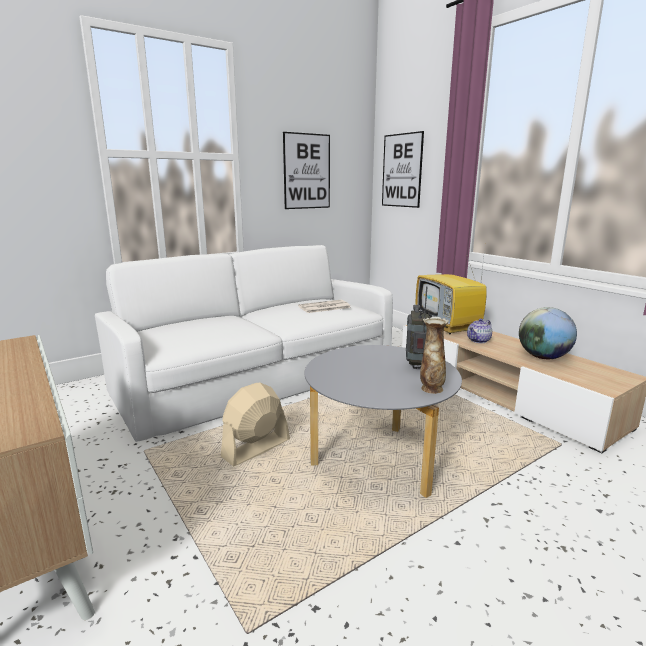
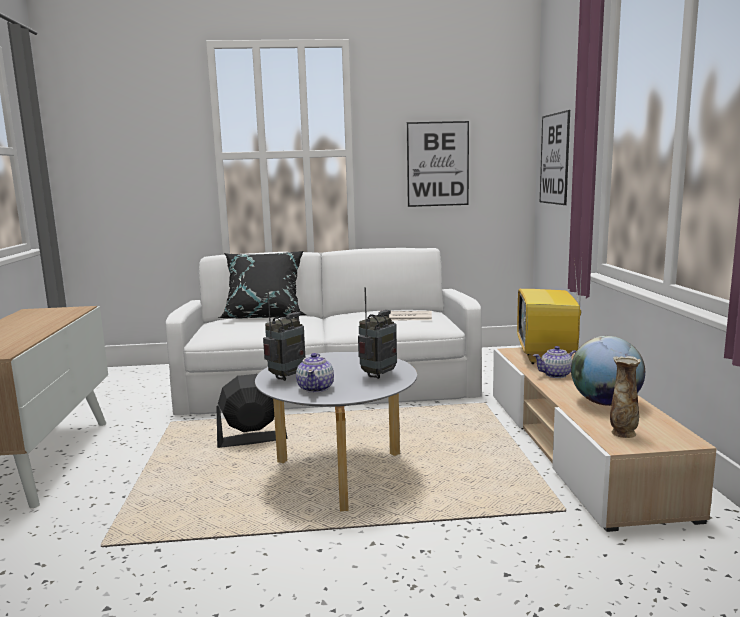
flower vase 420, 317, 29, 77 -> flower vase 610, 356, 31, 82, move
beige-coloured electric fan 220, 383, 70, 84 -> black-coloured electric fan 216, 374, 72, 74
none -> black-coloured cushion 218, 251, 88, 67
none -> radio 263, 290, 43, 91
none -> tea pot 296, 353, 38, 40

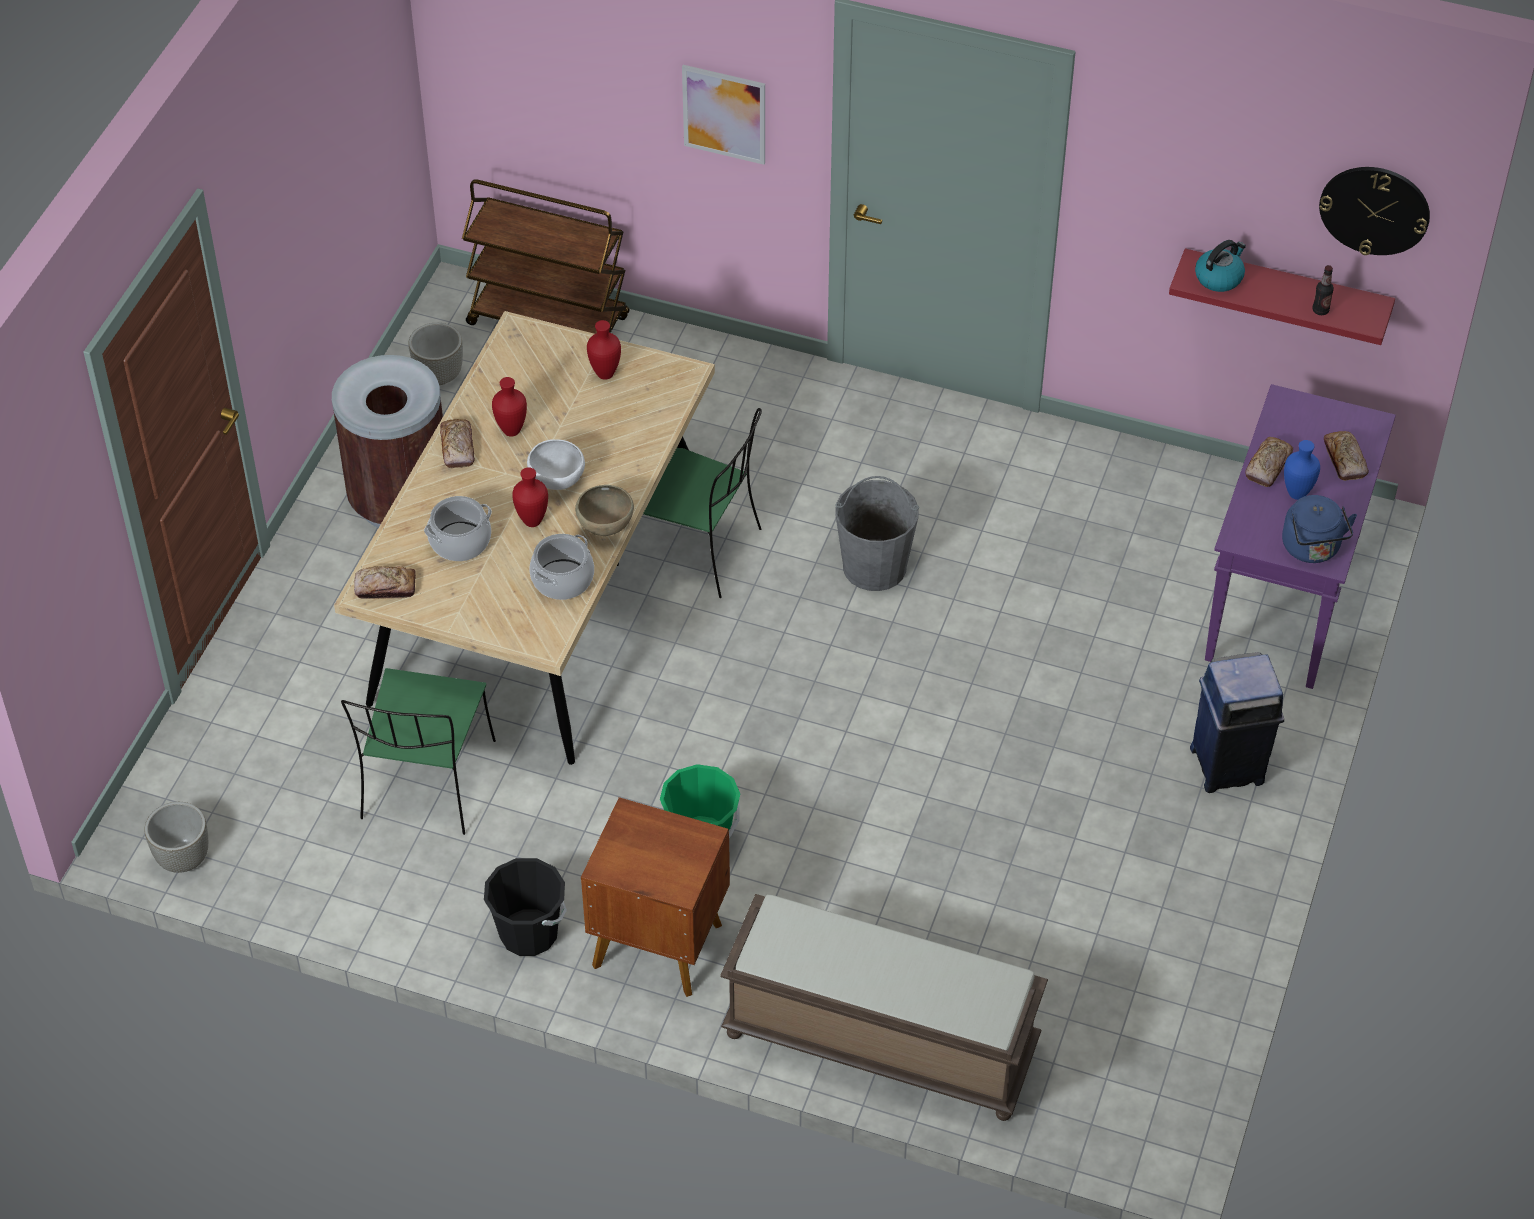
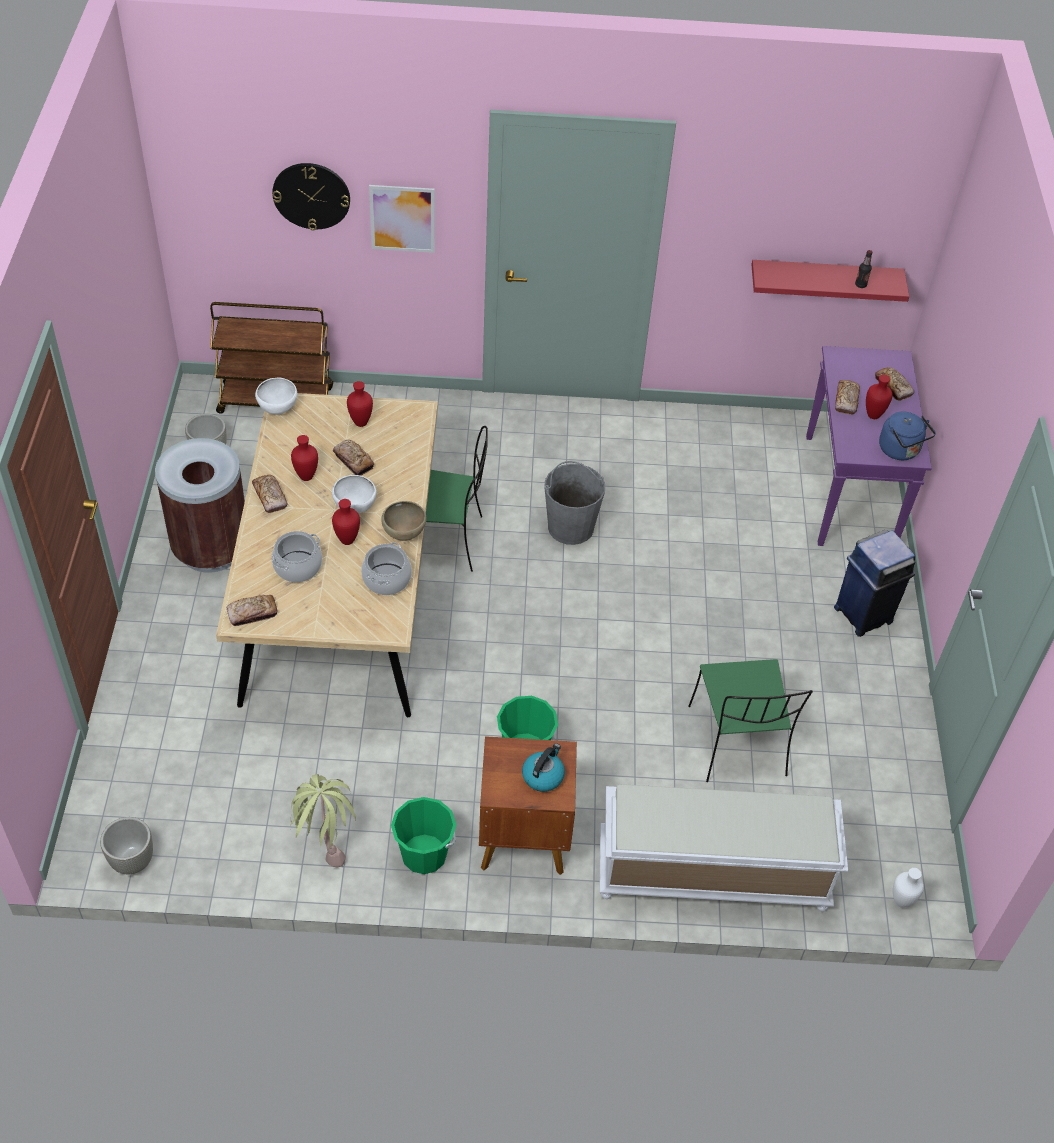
hanging clock 1319, 167, 111, 88 -> hanging clock 272, 163, 78, 67, move
water kettle 1195, 240, 51, 52 -> water kettle 522, 743, 43, 49, move
blue-coloured flower vase 1284, 440, 36, 60 -> red flower vase 866, 375, 27, 44
green chair 341, 668, 155, 167 -> green chair 688, 659, 125, 123, move
black-coloured bucket 484, 858, 83, 98 -> green bucket 391, 797, 65, 77
brown indoor bench 720, 894, 328, 227 -> white indoor bench 599, 784, 249, 128
none -> white bowl 255, 378, 42, 37
none -> bread 333, 440, 41, 36
none -> plant in a pot 290, 774, 66, 93
none -> white flower vase 893, 868, 31, 40

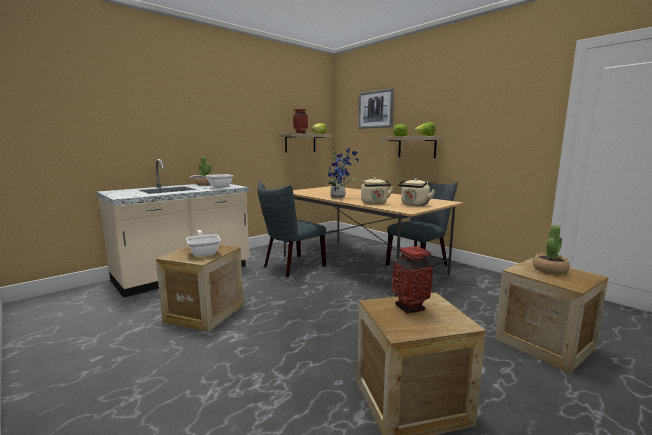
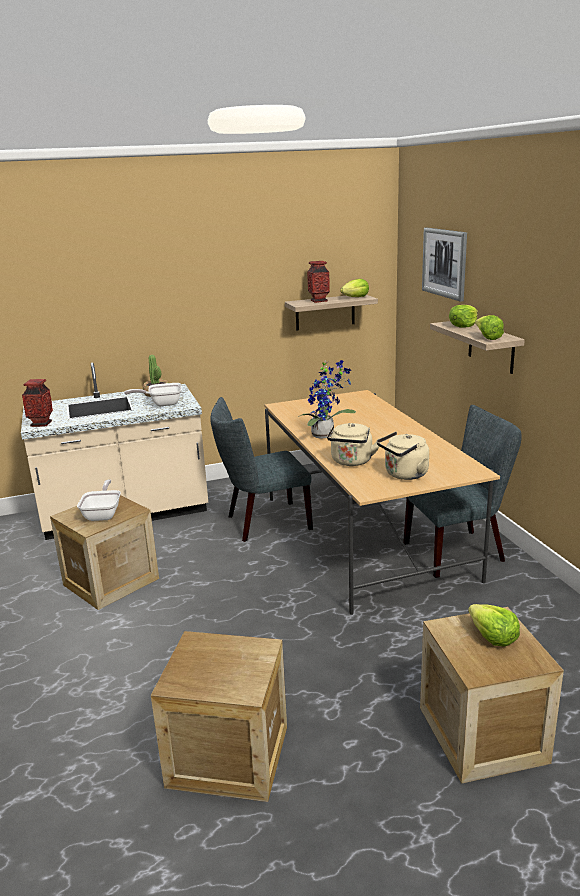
plant in a pot 533, 225, 37, 50 -> lettuce 468, 604, 52, 42
flower vase 392, 246, 41, 68 -> flower vase 22, 379, 31, 48, move

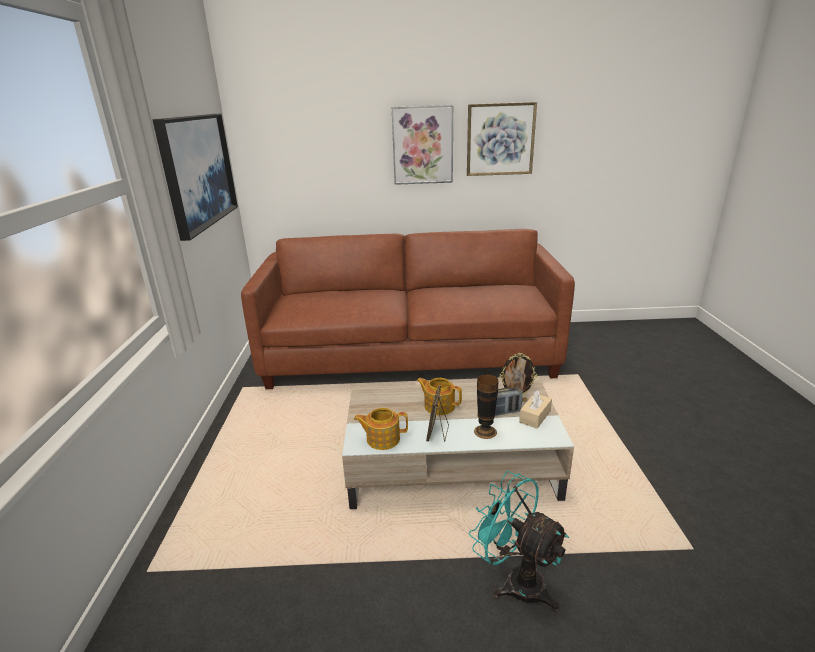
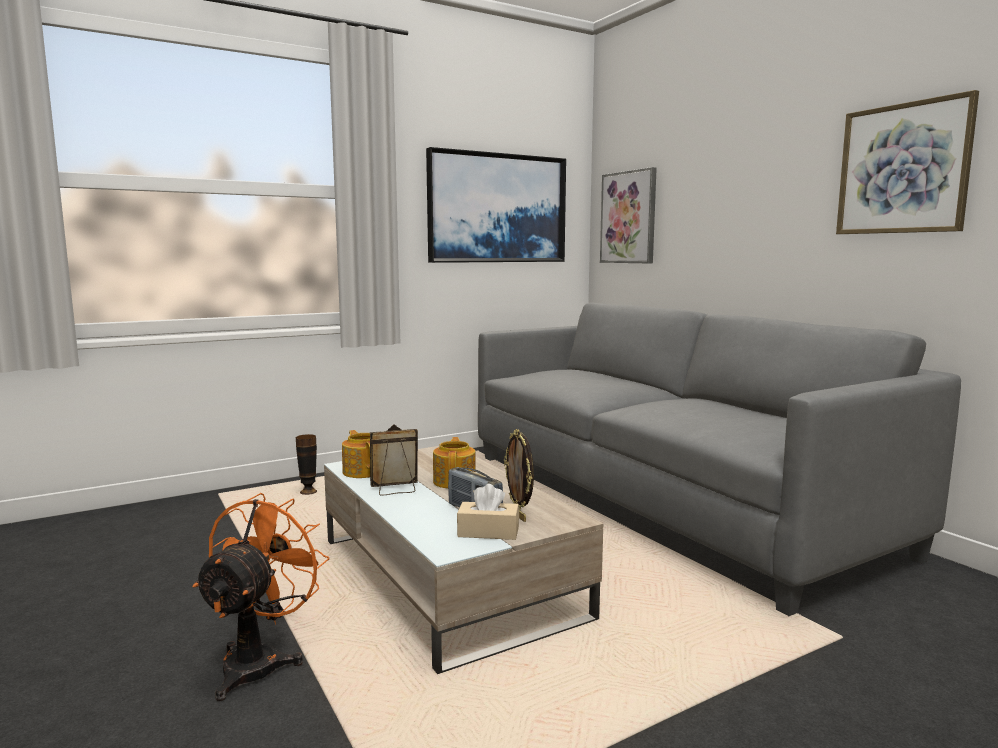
wall art 392, 105, 61, 80 -> wall art 600, 167, 57, 96, move
brown sofa 241, 229, 334, 160 -> gray sofa 478, 303, 483, 313
flower vase 474, 375, 25, 64 -> flower vase 296, 434, 21, 61, move
turquoise-coloured electric fan 469, 471, 100, 141 -> orange-coloured electric fan 193, 493, 137, 208

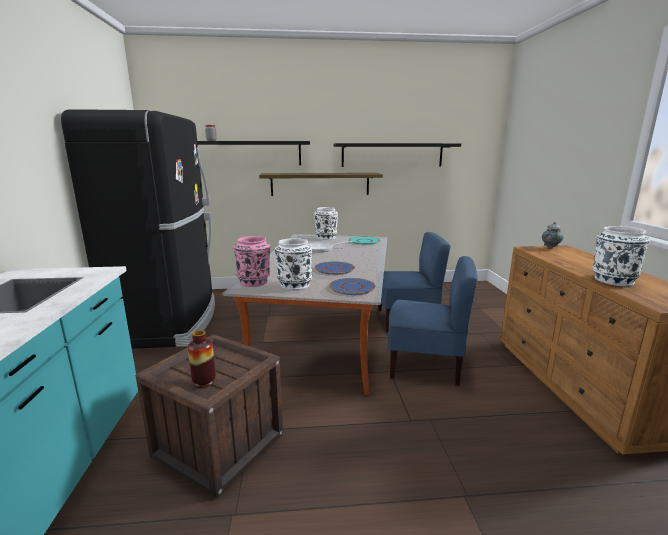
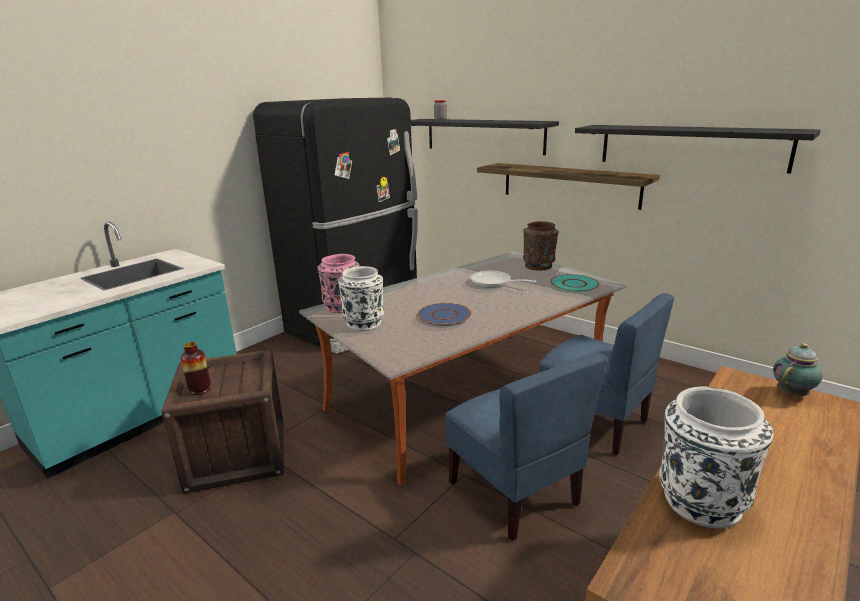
white flower vase 314, 207, 24, 33 -> brown flower vase 523, 221, 36, 50
blue-coloured plate 329, 278, 47, 17 -> none

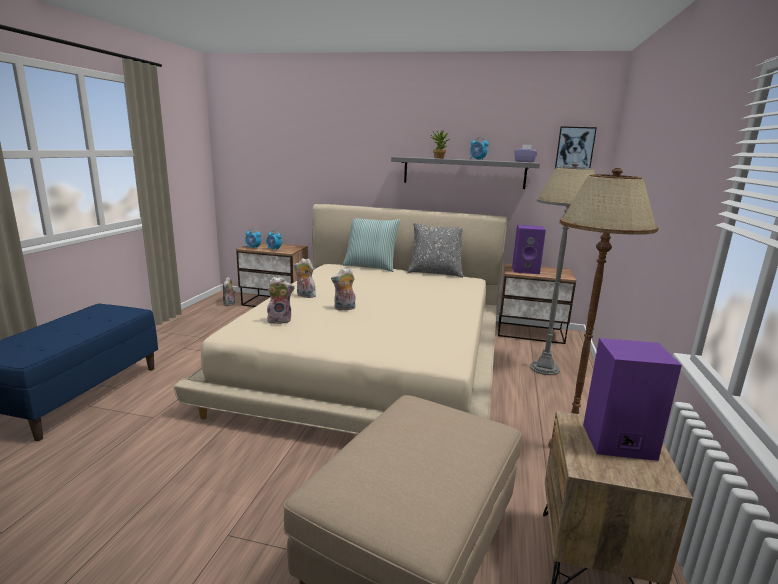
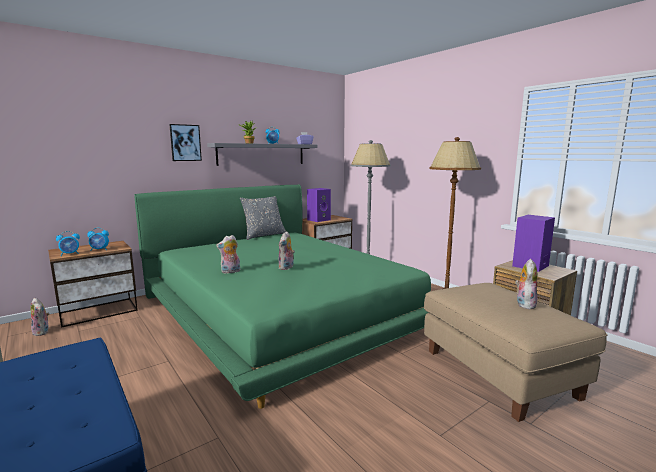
wall art 555, 126, 42, 42 -> wall art 169, 124, 33, 37, move
beige-coloured sleeping bed 174, 204, 333, 231 -> green sleeping bed 134, 184, 297, 225
cushion 343, 218, 58, 54 -> none
cuddly toy 267, 277, 28, 47 -> cuddly toy 515, 259, 22, 50, move

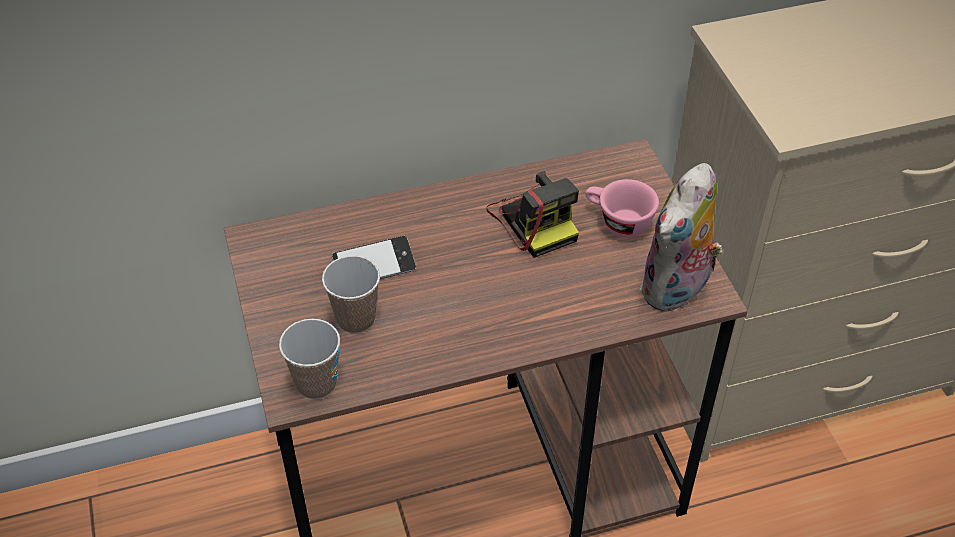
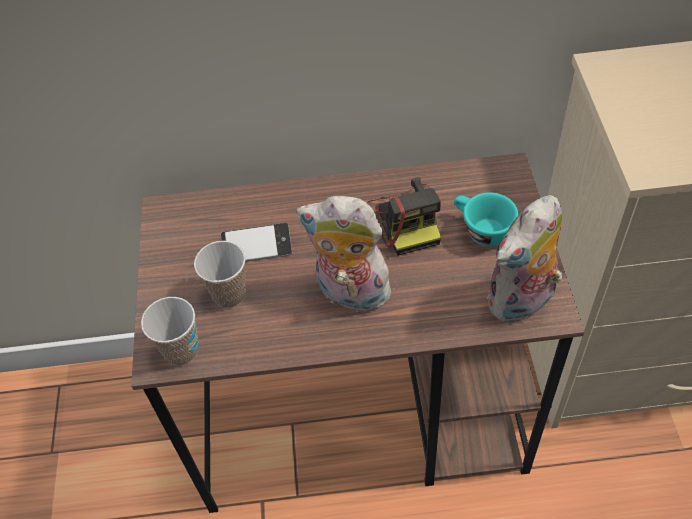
pinkish drinking cup 585, 179, 74, 59 -> turquoise-coloured drinking cup 454, 192, 64, 55
none -> cuddly toy 296, 196, 100, 116

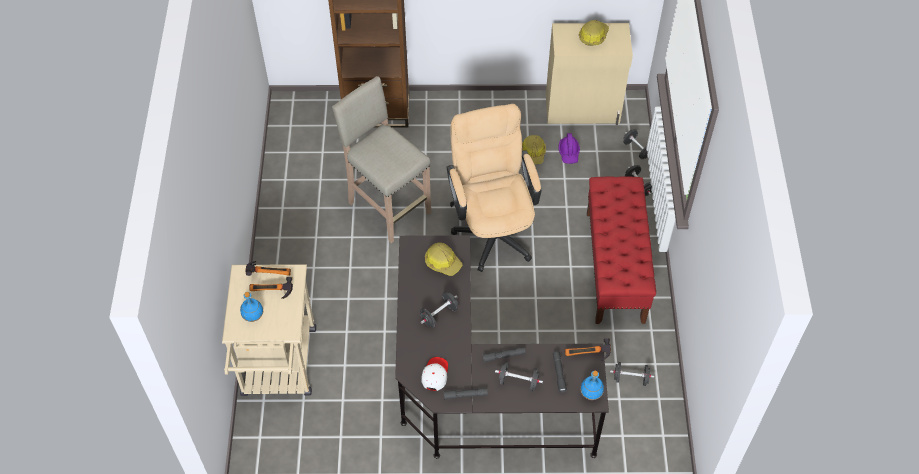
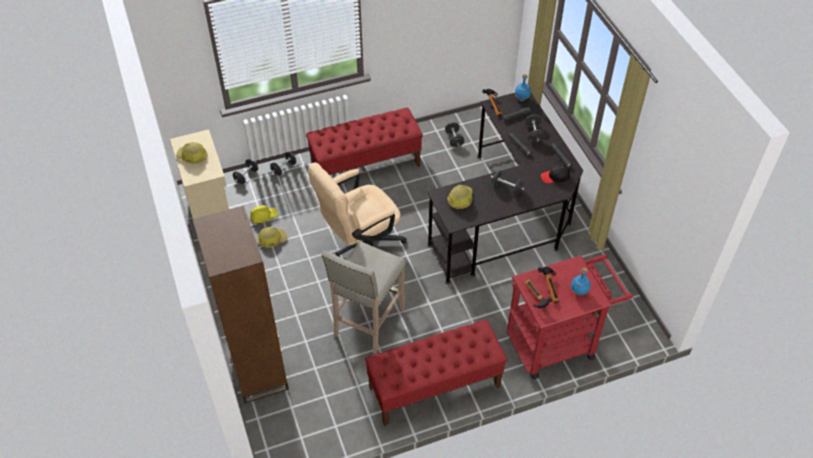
purple-coloured safety helmet 558, 133, 22, 31 -> yellow-coloured safety helmet 250, 205, 28, 19
beige-coloured cart 222, 264, 94, 132 -> red cart 506, 254, 127, 125
white cap 421, 357, 27, 34 -> black-coloured cap 541, 164, 29, 20
none -> red indoor bench 365, 319, 142, 107

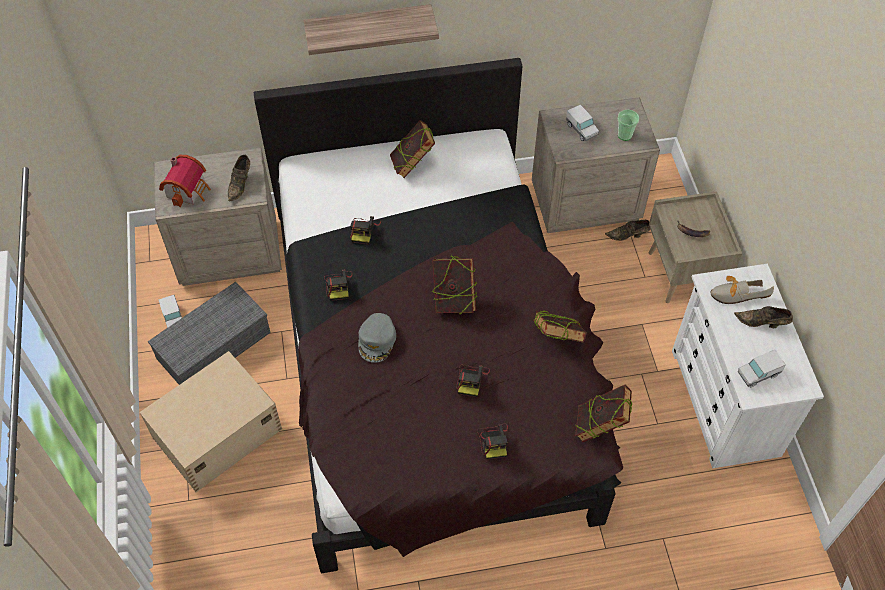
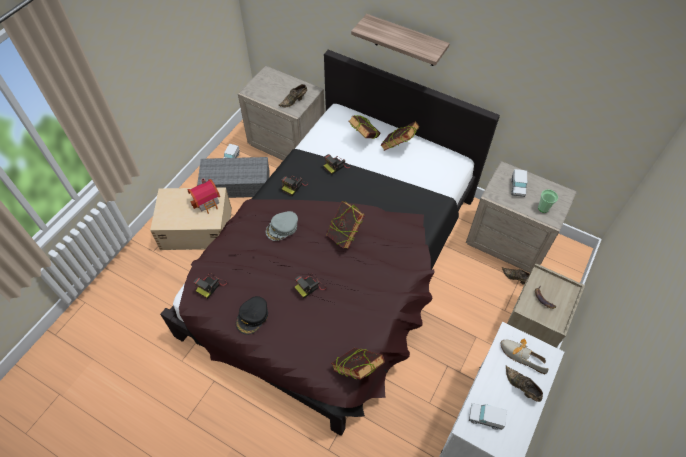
miniature house 159, 155, 52, 52 -> miniature house 187, 178, 33, 36, move
book 533, 311, 53, 32 -> book 348, 115, 33, 24, move
still camera 477, 424, 31, 36 -> still camera 194, 273, 33, 26, move
none -> black-coloured cap 236, 296, 32, 39

